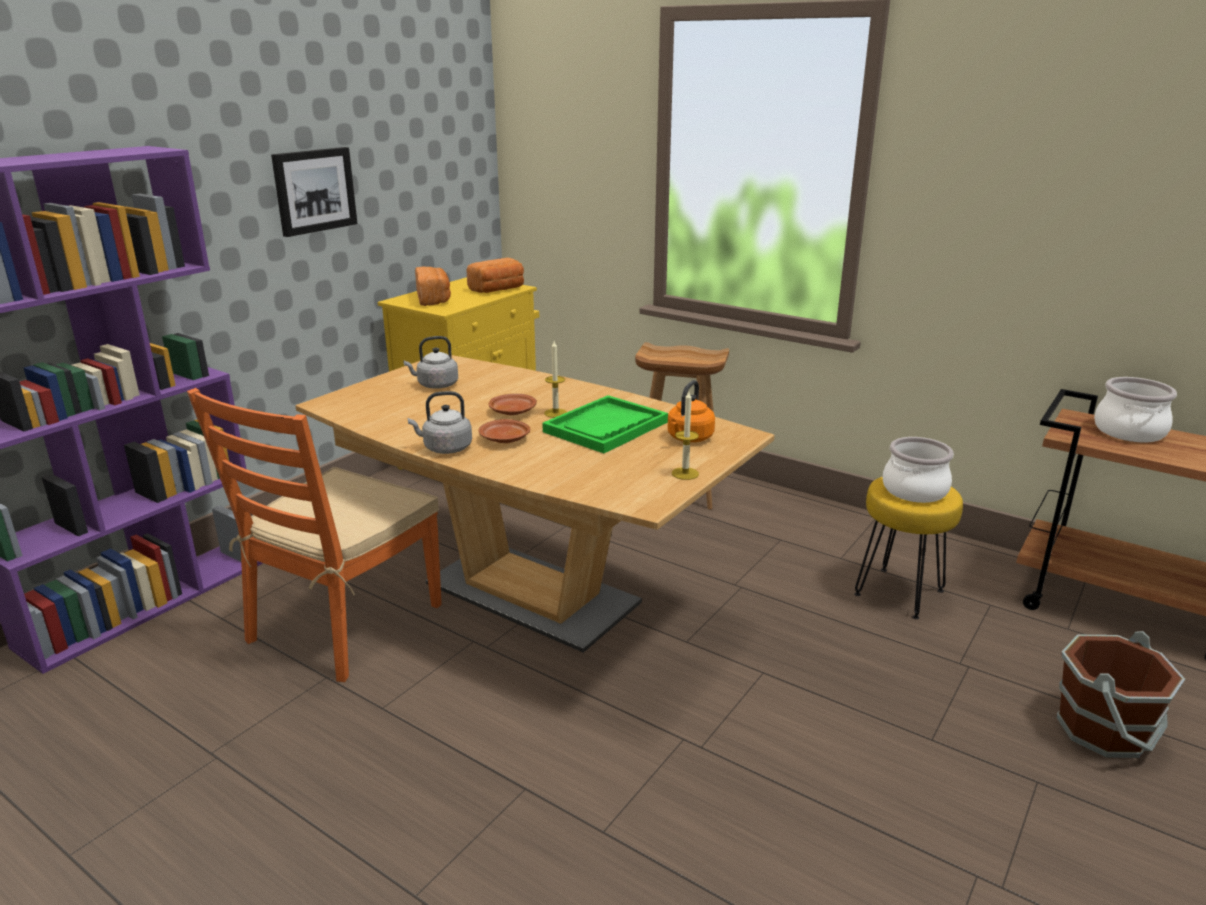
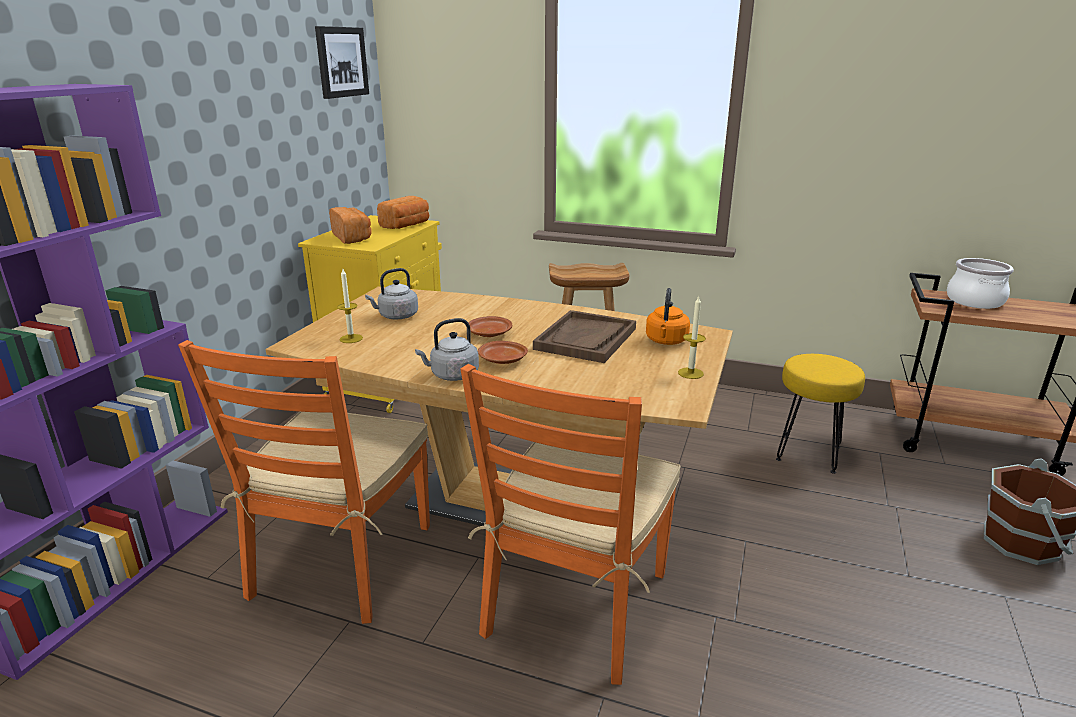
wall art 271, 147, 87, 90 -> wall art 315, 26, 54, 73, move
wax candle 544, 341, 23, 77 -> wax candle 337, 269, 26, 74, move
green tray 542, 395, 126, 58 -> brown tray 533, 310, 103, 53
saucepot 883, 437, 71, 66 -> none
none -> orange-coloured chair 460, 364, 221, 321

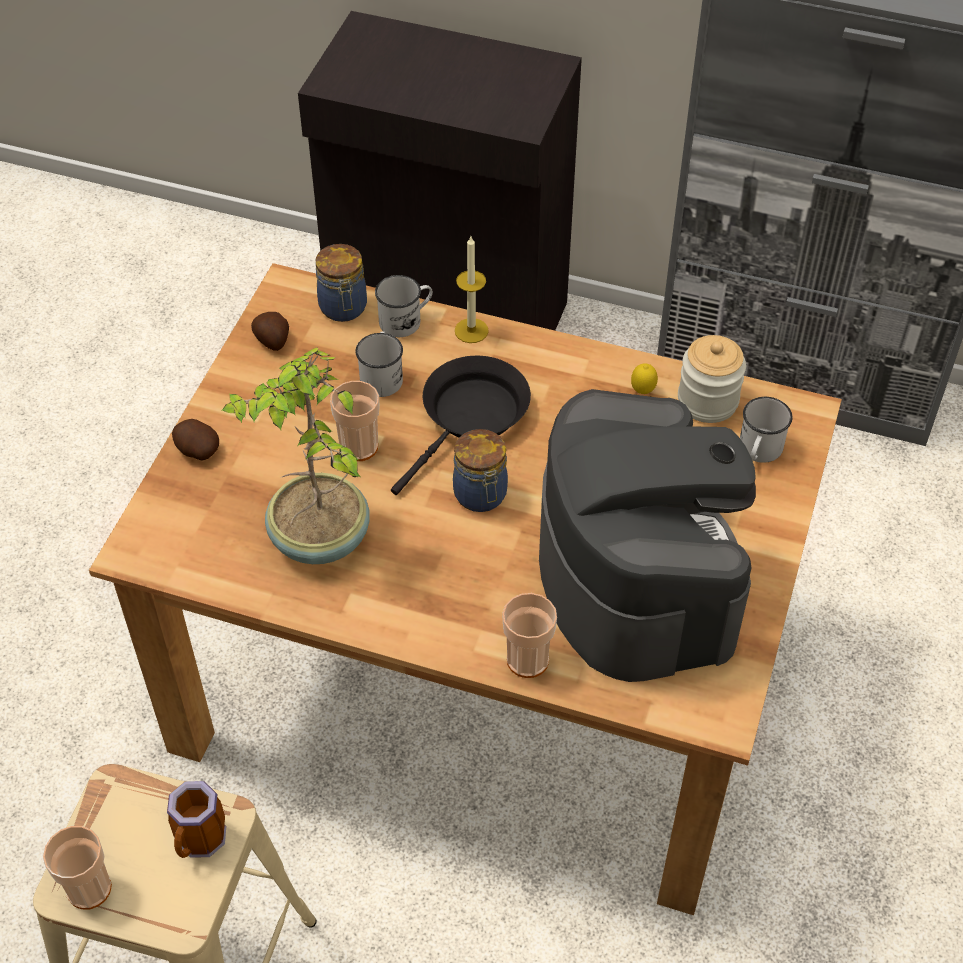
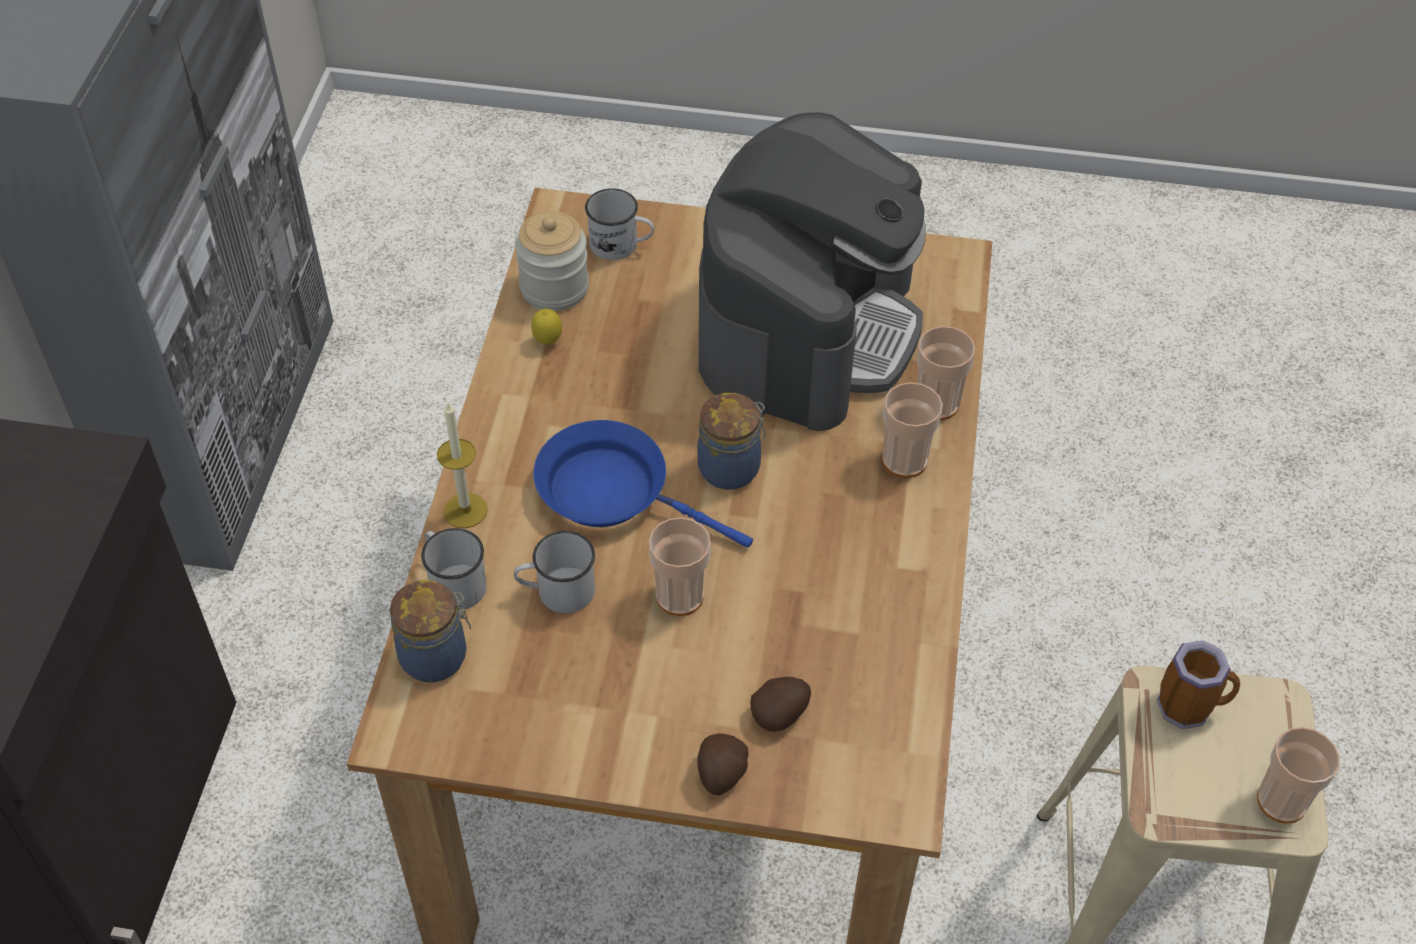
potato 251, 312, 38, 39 -> potato 750, 677, 61, 55, move
plant in a pot 221, 347, 149, 217 -> none
black-coloured pan 391, 356, 140, 139 -> blue-coloured pan 533, 420, 220, 127
coffee machine 539, 389, 217, 293 -> coffee machine 699, 112, 227, 319, 135 degrees clockwise
none -> drinking cup 882, 382, 61, 96

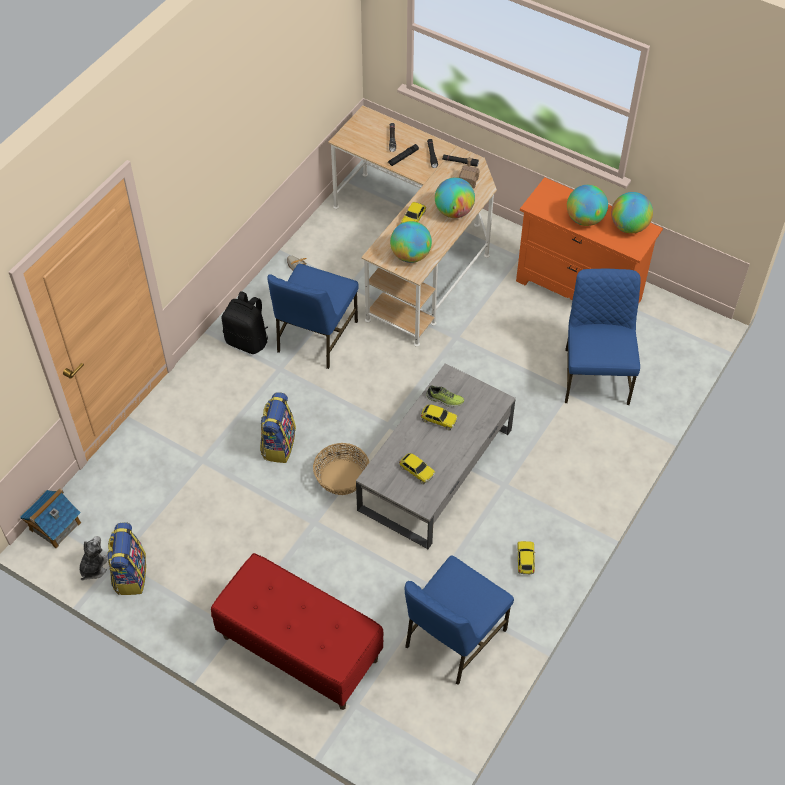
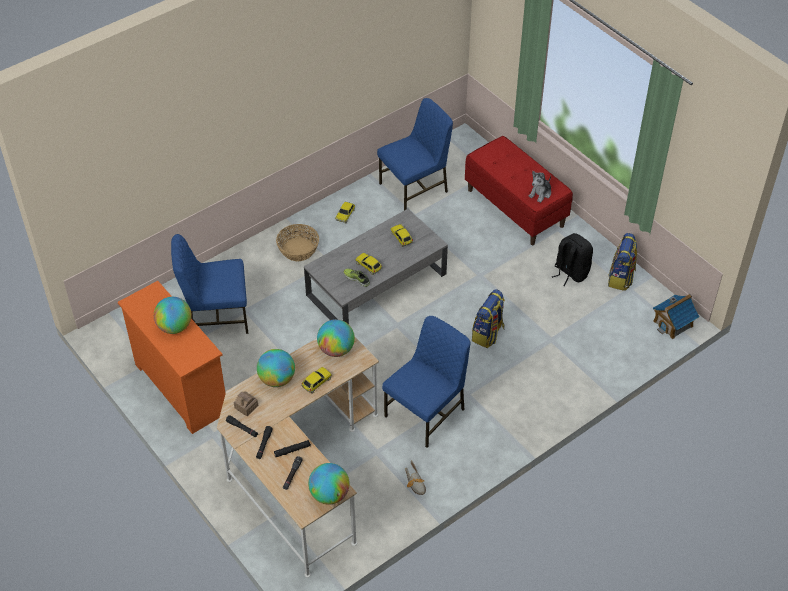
globe 611, 192, 42, 42 -> globe 308, 463, 42, 42, move
blue-coloured chair 565, 268, 75, 137 -> blue-coloured chair 171, 234, 77, 100, 60 degrees clockwise
black-coloured rucksack 222, 291, 46, 63 -> black-coloured rucksack 552, 233, 41, 53, move
storage basket 313, 443, 57, 52 -> storage basket 276, 224, 43, 37, move
cuddly toy 79, 536, 29, 45 -> cuddly toy 529, 171, 22, 32, move

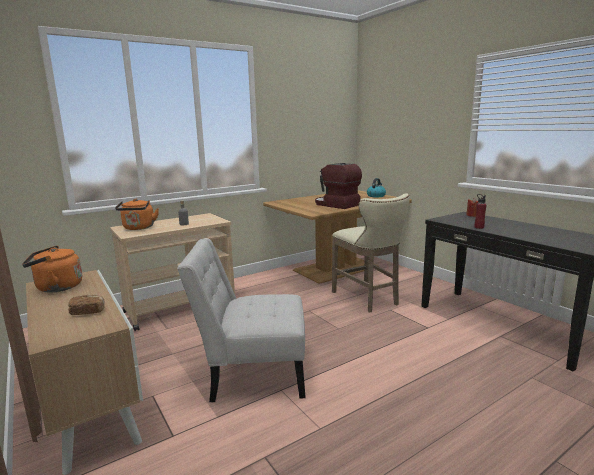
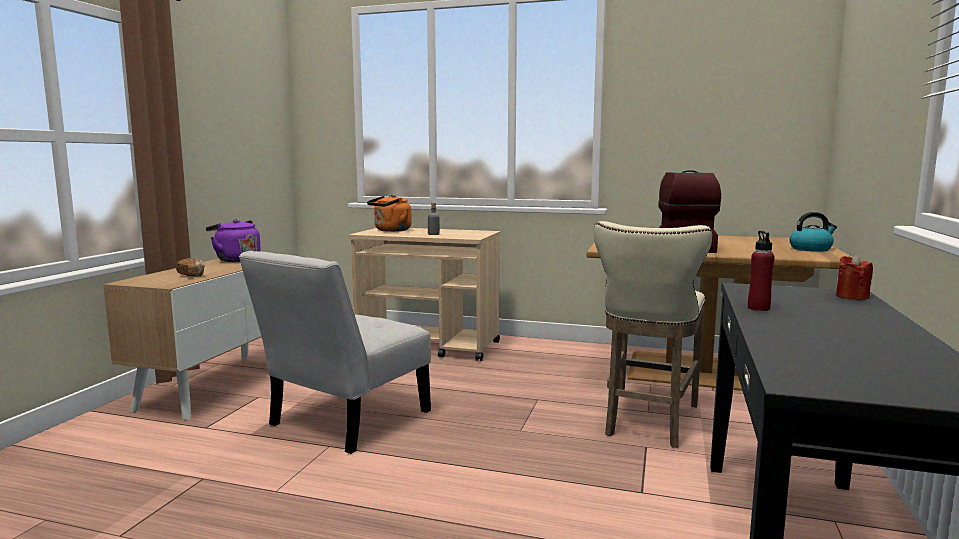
white chair 177, 238, 129, 164 -> white chair 239, 251, 192, 203, 105 degrees counterclockwise
orange-coloured water kettle 22, 246, 60, 47 -> purple-coloured water kettle 206, 219, 55, 43

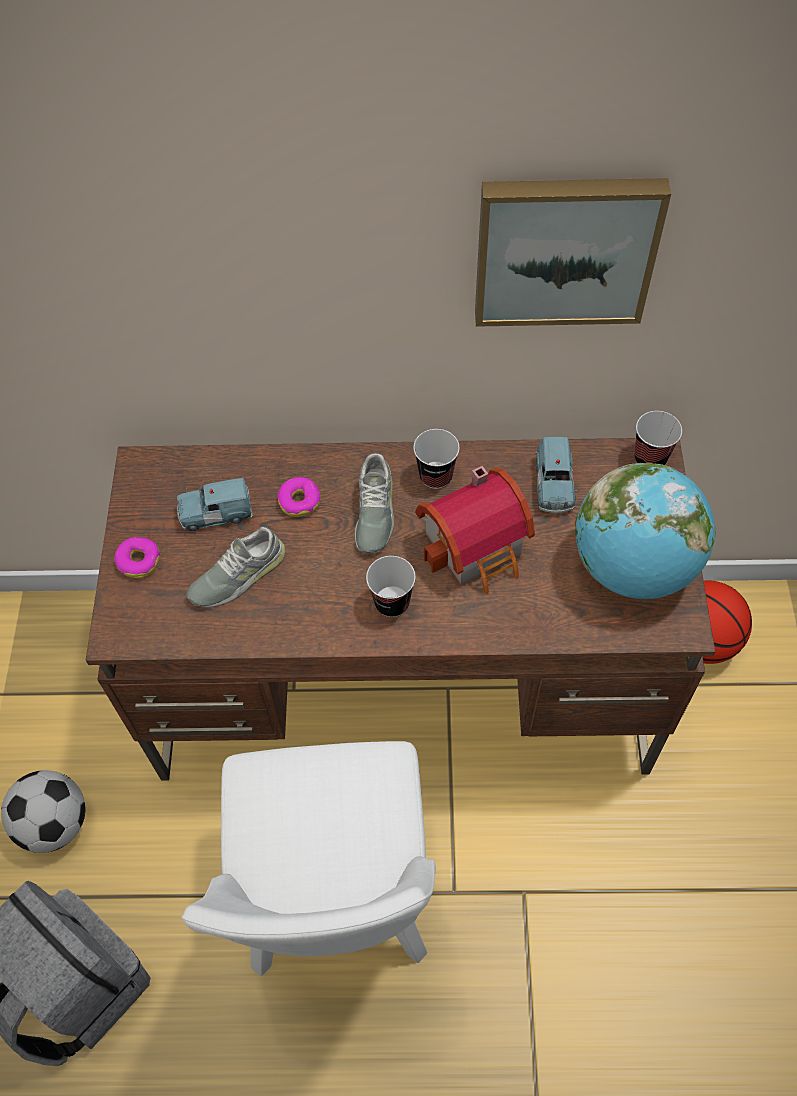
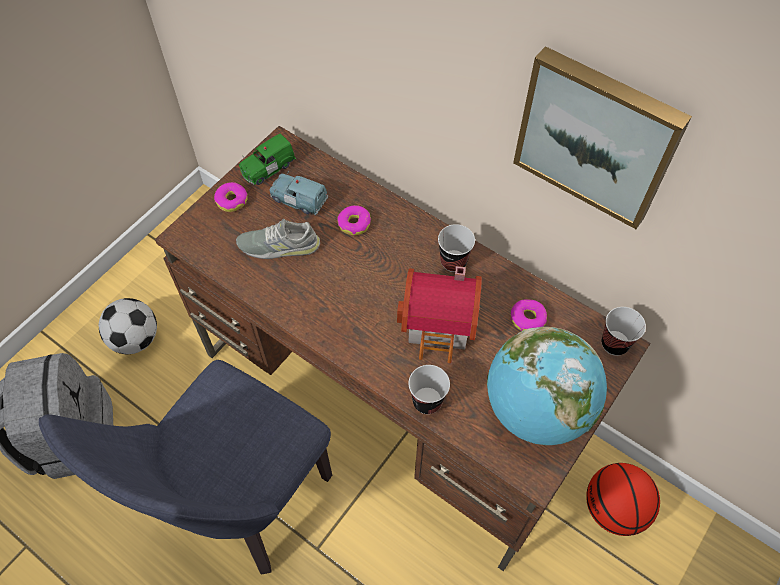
blue-coloured miniature car 536, 437, 42, 77 -> doughnut 511, 299, 36, 32
gray shoe 354, 453, 40, 101 -> none
drinking cup 366, 556, 50, 61 -> drinking cup 408, 365, 42, 49, move
white chair 181, 741, 255, 235 -> blue-coloured chair 39, 360, 293, 214
none -> green miniature car 239, 134, 57, 51

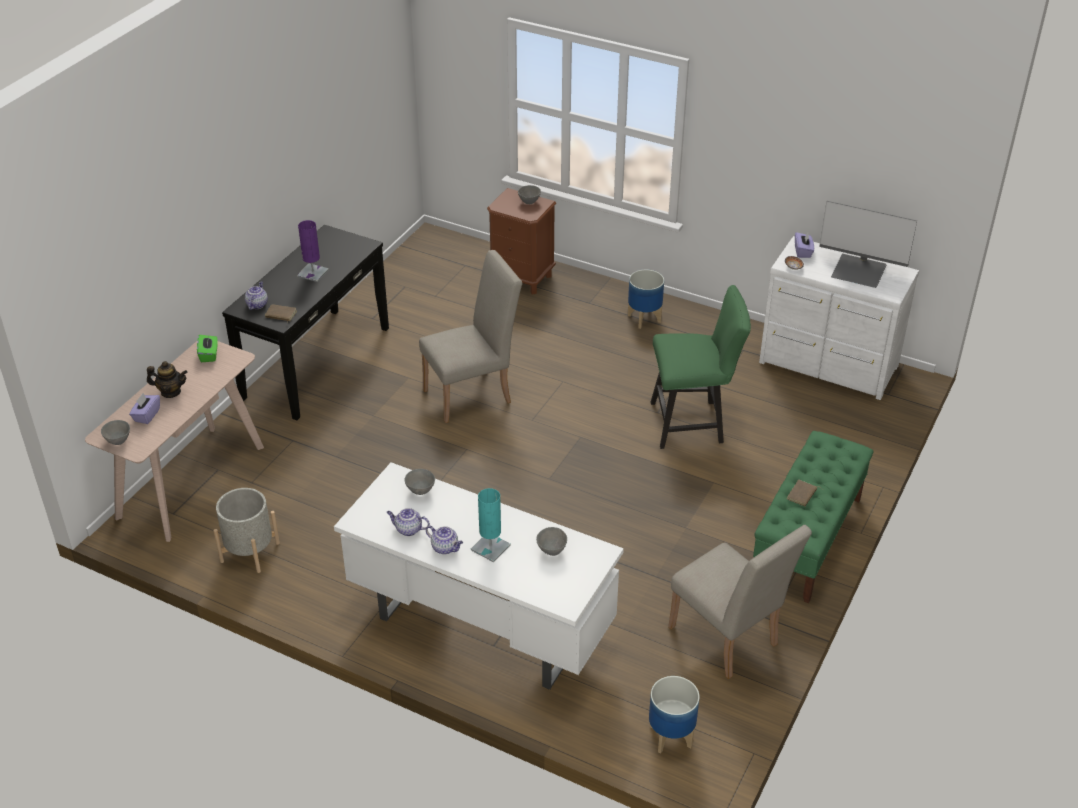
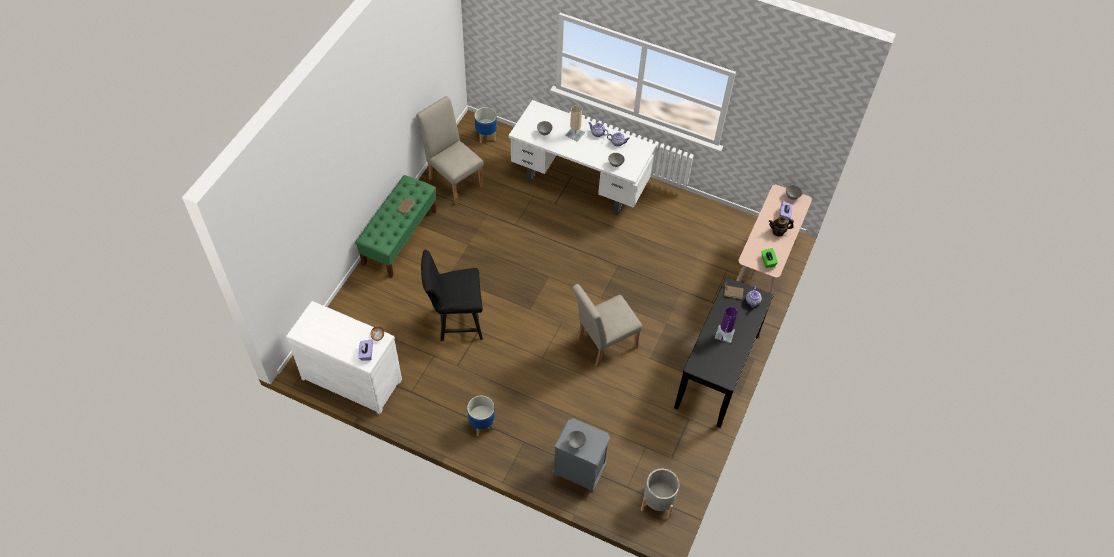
brown nightstand 487, 188, 69, 107 -> gray nightstand 552, 418, 58, 74
computer screen 819, 201, 98, 87 -> none
green chair 651, 285, 100, 164 -> black-coloured chair 421, 250, 62, 91
gray flower pot 213, 488, 67, 85 -> gray flower pot 641, 469, 38, 50, move
turquoise-coloured table lamp 471, 488, 40, 74 -> beige-coloured table lamp 565, 105, 20, 36

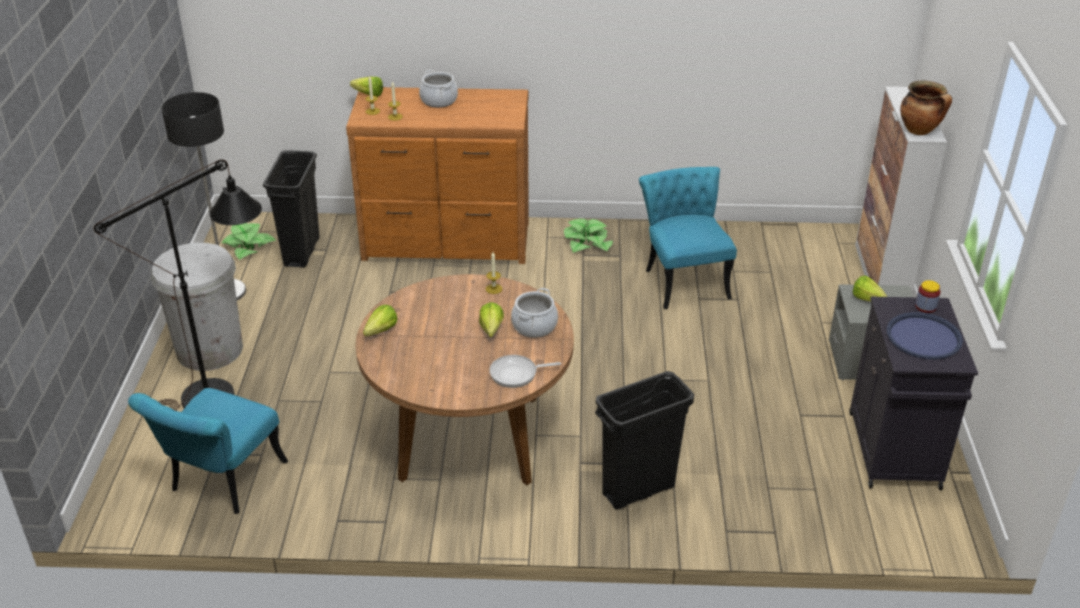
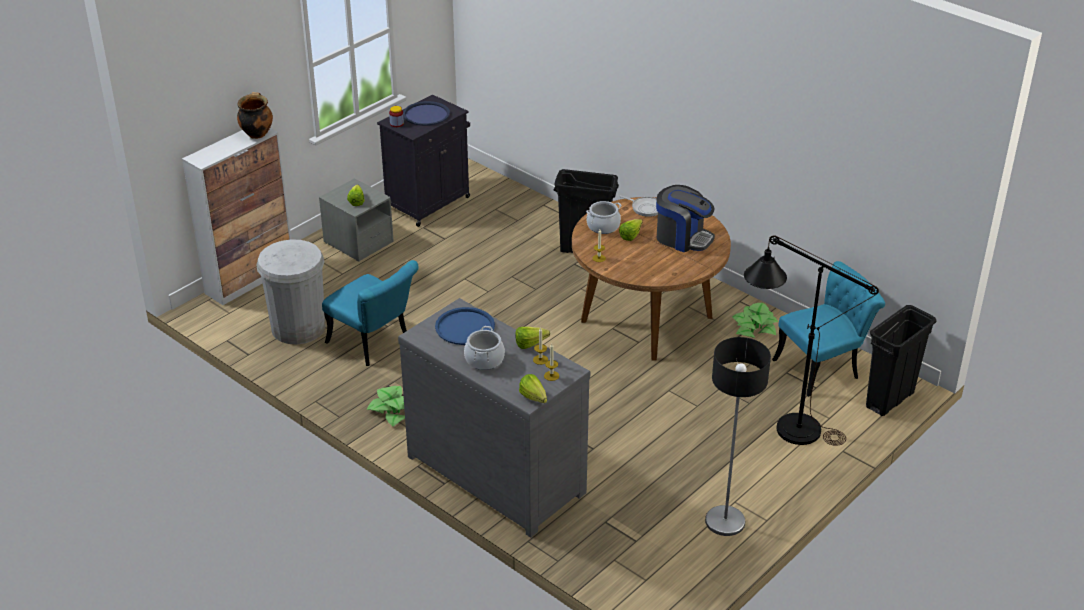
brown drawer chest 346, 87, 183, 177 -> gray drawer chest 398, 298, 192, 240
black-coloured rubbish bin 263, 150, 57, 118 -> black-coloured rubbish bin 866, 305, 71, 111, move
turquoise-coloured chair 639, 167, 98, 142 -> turquoise-coloured chair 322, 260, 97, 106, 75 degrees counterclockwise
plant in a pot 221, 223, 55, 37 -> plant in a pot 732, 303, 46, 35, move
white rubbish bin 151, 243, 92, 128 -> white rubbish bin 256, 239, 70, 105, move
lettuce 363, 305, 34, 31 -> lettuce 515, 327, 35, 22, move
none -> coffee machine 656, 185, 59, 67
none -> blue-coloured tray 435, 307, 60, 38

